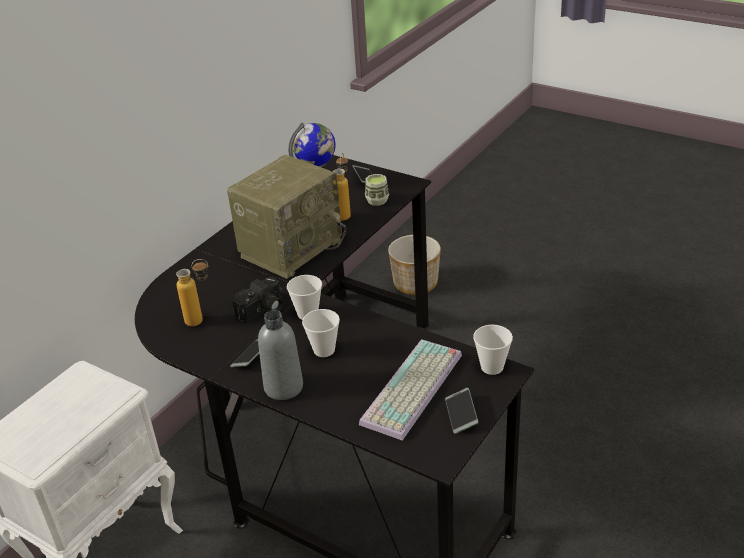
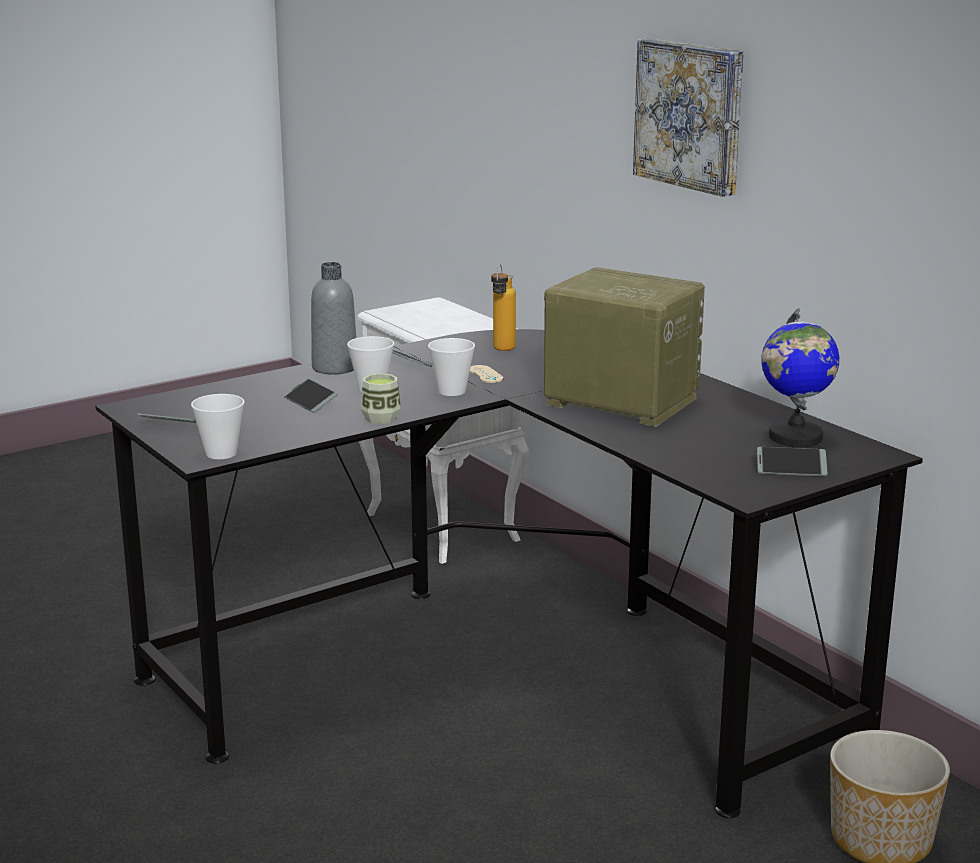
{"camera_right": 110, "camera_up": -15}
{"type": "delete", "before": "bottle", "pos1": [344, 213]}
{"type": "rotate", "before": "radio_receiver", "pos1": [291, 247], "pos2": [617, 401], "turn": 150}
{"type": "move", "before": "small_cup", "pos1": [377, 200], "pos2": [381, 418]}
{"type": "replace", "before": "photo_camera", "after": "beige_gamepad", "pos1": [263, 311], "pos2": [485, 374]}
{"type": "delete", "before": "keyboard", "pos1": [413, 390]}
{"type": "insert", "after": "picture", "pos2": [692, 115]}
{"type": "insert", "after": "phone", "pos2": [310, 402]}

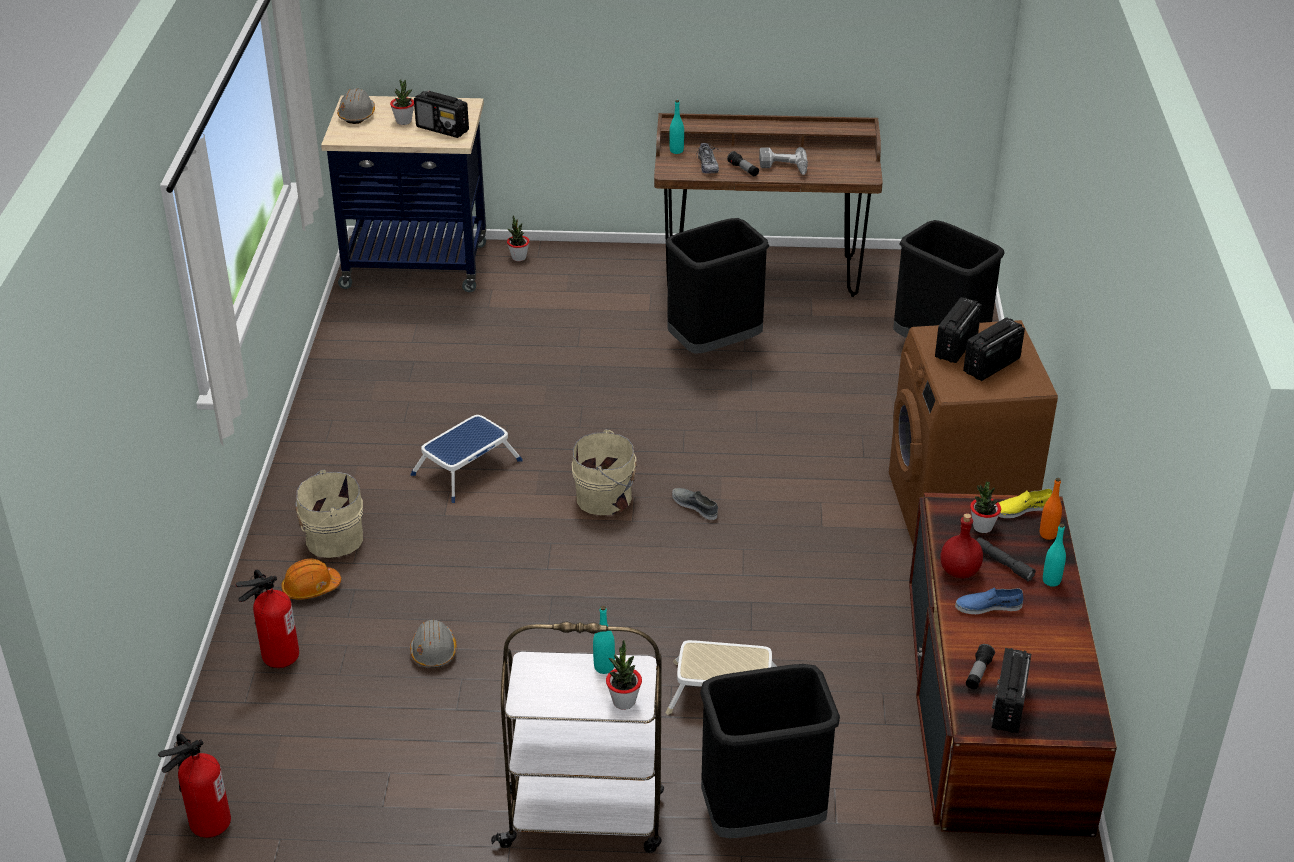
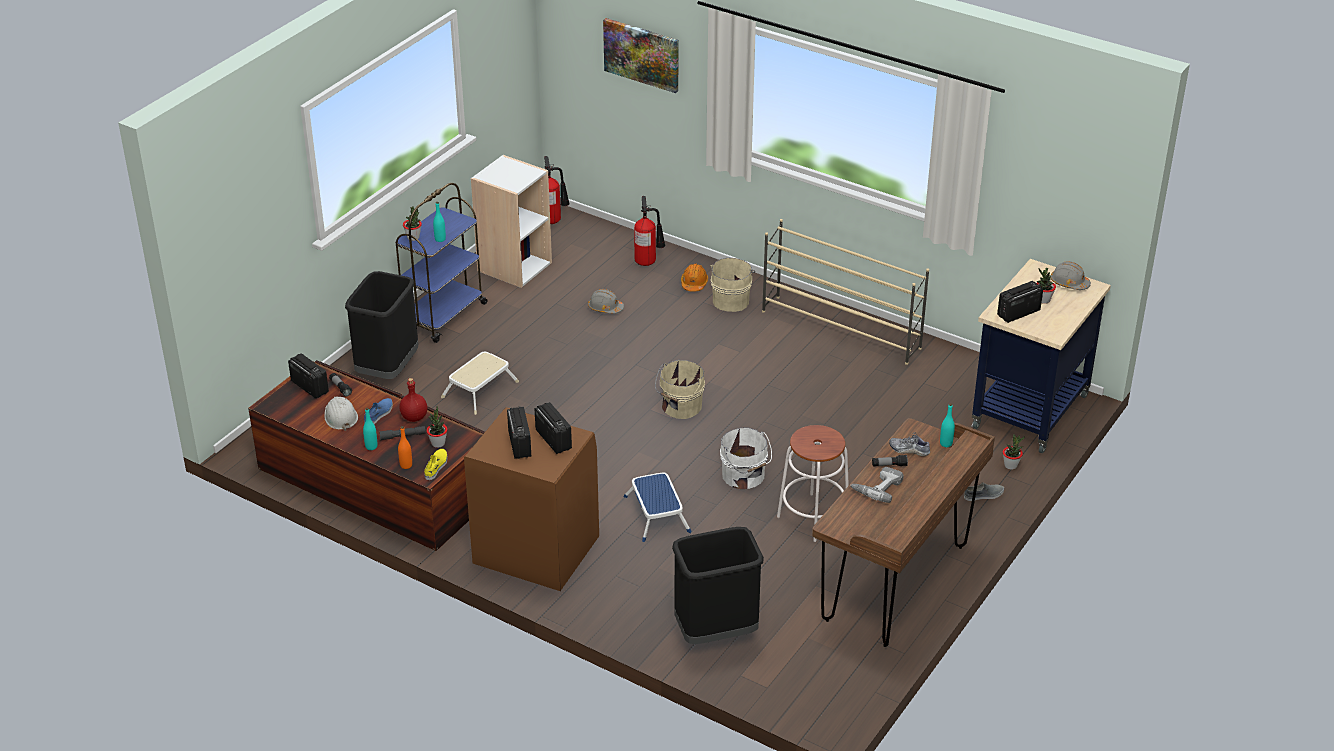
{"camera_right": 120, "camera_up": 0}
{"type": "replace", "before": "black_rubbish_bin", "after": "white_stool_seat", "pos1": [714, 345], "pos2": [813, 517]}
{"type": "move", "before": "blue_step_ladder", "pos1": [467, 468], "pos2": [656, 514]}
{"type": "move", "before": "greyish_shoe", "pos1": [695, 506], "pos2": [984, 495]}
{"type": "recolor", "before": "white_cart", "after": "blue_cart", "pos1": [584, 822], "pos2": [443, 317]}
{"type": "insert", "after": "picture", "pos2": [642, 54]}
{"type": "insert", "after": "bookshelf", "pos2": [515, 266]}
{"type": "insert", "after": "beige_shoe_stand", "pos2": [841, 330]}
{"type": "insert", "after": "white_work_helmet", "pos2": [340, 417]}
{"type": "insert", "after": "white_water_bucket", "pos2": [744, 477]}

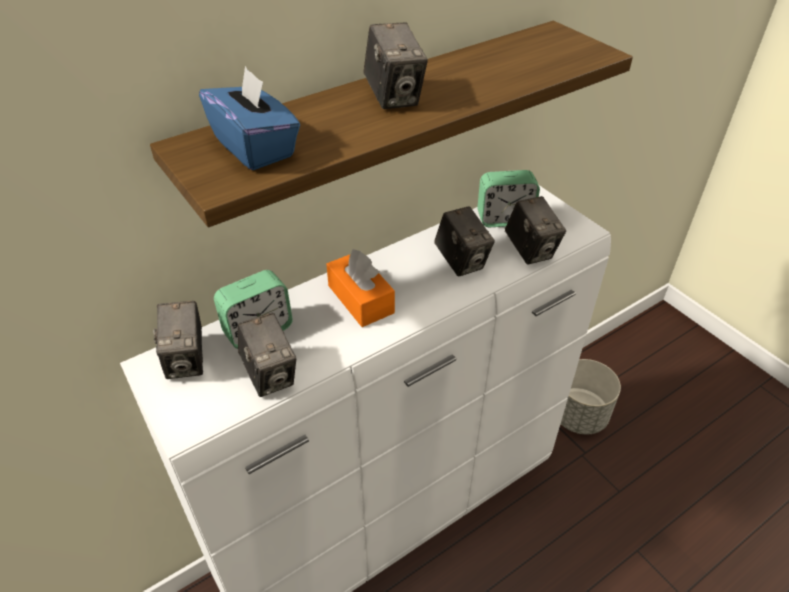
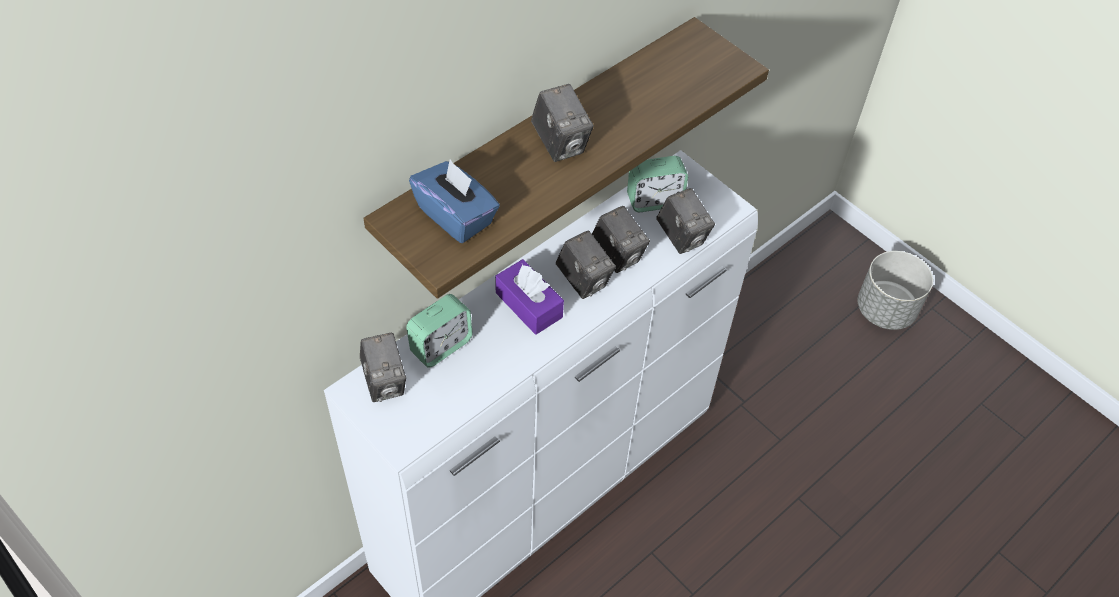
{"camera_right": -10, "camera_up": 10}
{"type": "recolor", "before": "orangey_tissue_holder", "after": "purple-coloured_tissue_holder", "pos1": [360, 299], "pos2": [529, 305]}
{"type": "move", "before": "photo_camera", "pos1": [270, 375], "pos2": [583, 280]}
{"type": "move", "before": "greyish_planter", "pos1": [578, 416], "pos2": [884, 310]}

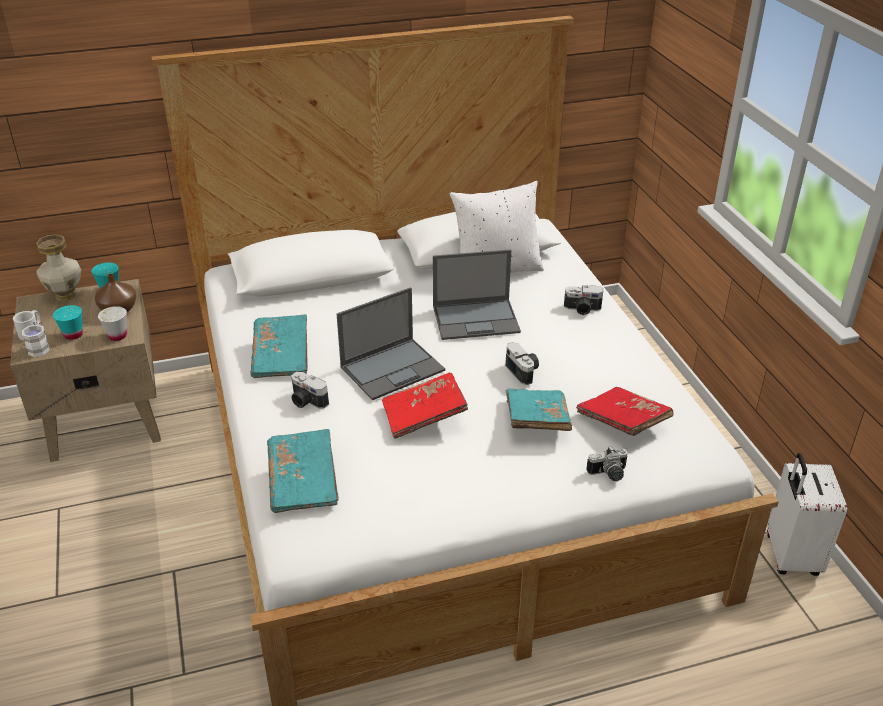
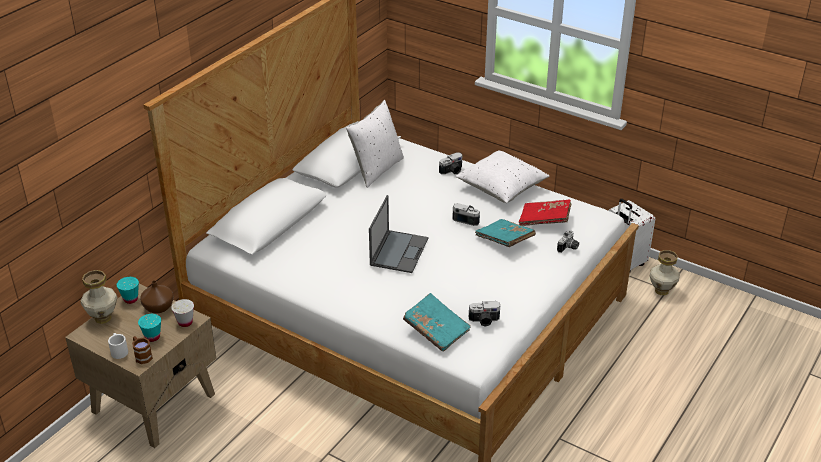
{"camera_right": -40, "camera_up": 0}
{"type": "delete", "before": "laptop", "pos1": [477, 319]}
{"type": "delete", "before": "turquoise_bound_book", "pos1": [281, 357]}
{"type": "recolor", "before": "white_tea_mug", "after": "brown-coloured_tea_mug", "pos1": [40, 347], "pos2": [142, 355]}
{"type": "move", "before": "photo_camera", "pos1": [306, 401], "pos2": [484, 321]}
{"type": "delete", "before": "red_bound_book", "pos1": [424, 416]}
{"type": "insert", "after": "white_throw_pillow", "pos2": [501, 188]}
{"type": "insert", "after": "vase", "pos2": [662, 291]}

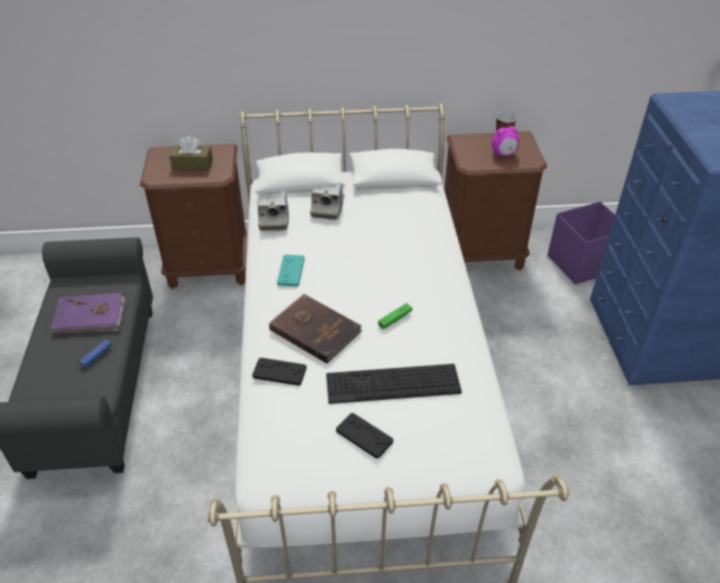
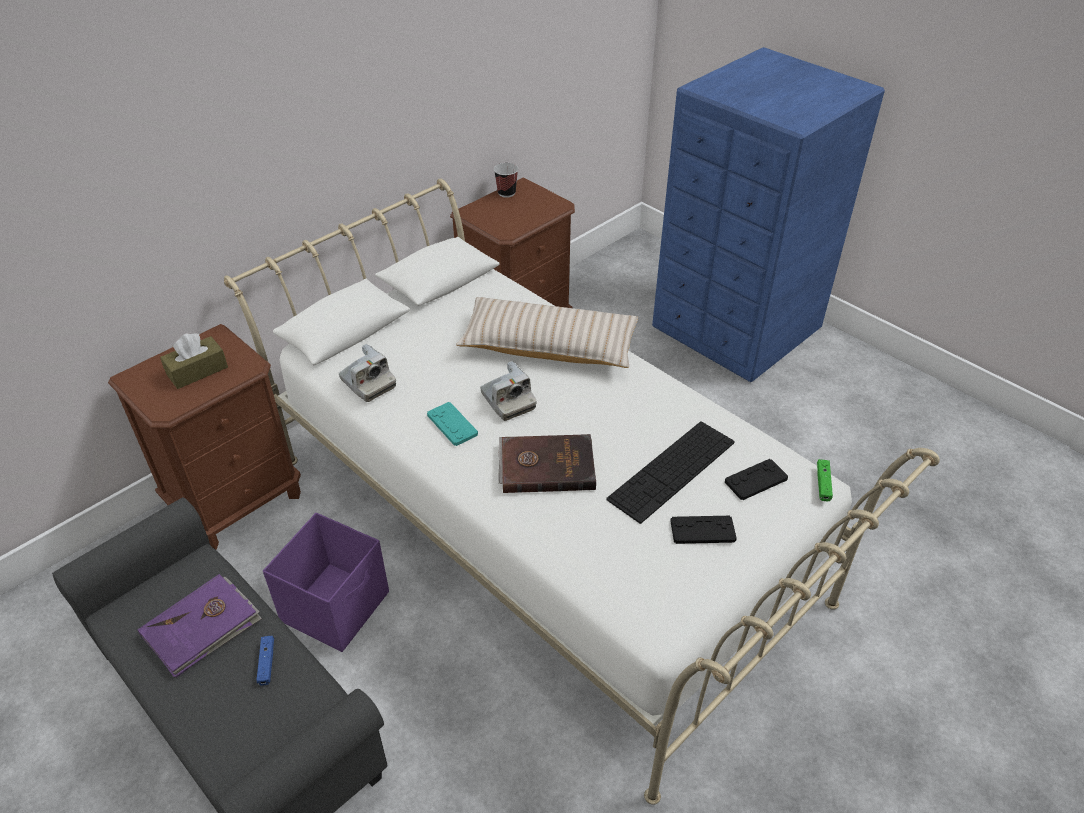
{"camera_right": -40, "camera_up": 0}
{"type": "delete", "before": "table_clock", "pos1": [503, 154]}
{"type": "move", "before": "photo_camera", "pos1": [327, 208], "pos2": [508, 401]}
{"type": "move", "before": "purple-coloured_storage_bin", "pos1": [583, 263], "pos2": [337, 606]}
{"type": "move", "before": "greenish_gamepad", "pos1": [395, 319], "pos2": [823, 483]}
{"type": "move", "before": "black_gamepad", "pos1": [279, 372], "pos2": [756, 480]}
{"type": "insert", "after": "beige_throw_pillow", "pos2": [549, 346]}

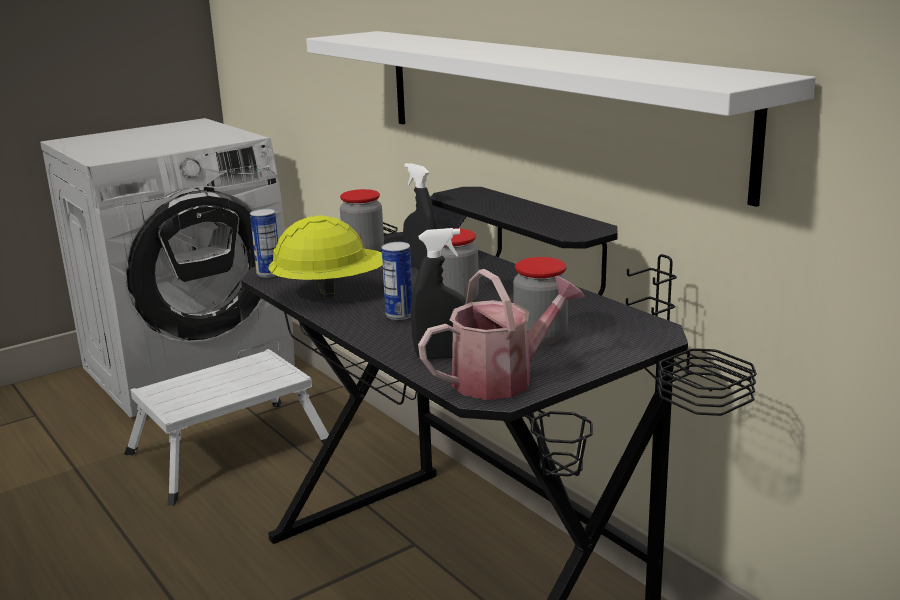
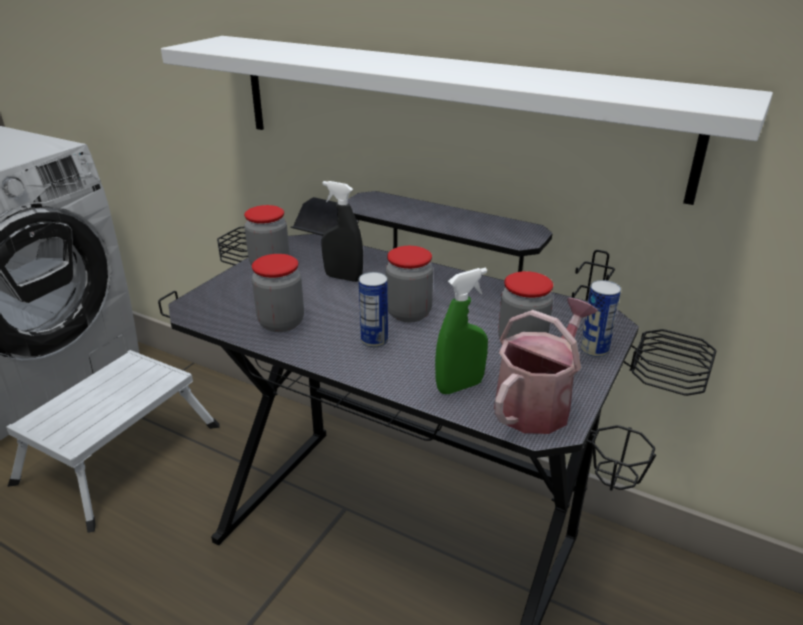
{"camera_right": -25, "camera_up": 10}
{"type": "move", "before": "sealed_can", "pos1": [269, 274], "pos2": [594, 350]}
{"type": "replace", "before": "yellowish_work_helmet", "after": "preserve_jar", "pos1": [331, 292], "pos2": [281, 323]}
{"type": "recolor", "before": "black_spray_bottle", "after": "greenish_spray_bottle", "pos1": [442, 356], "pos2": [460, 386]}

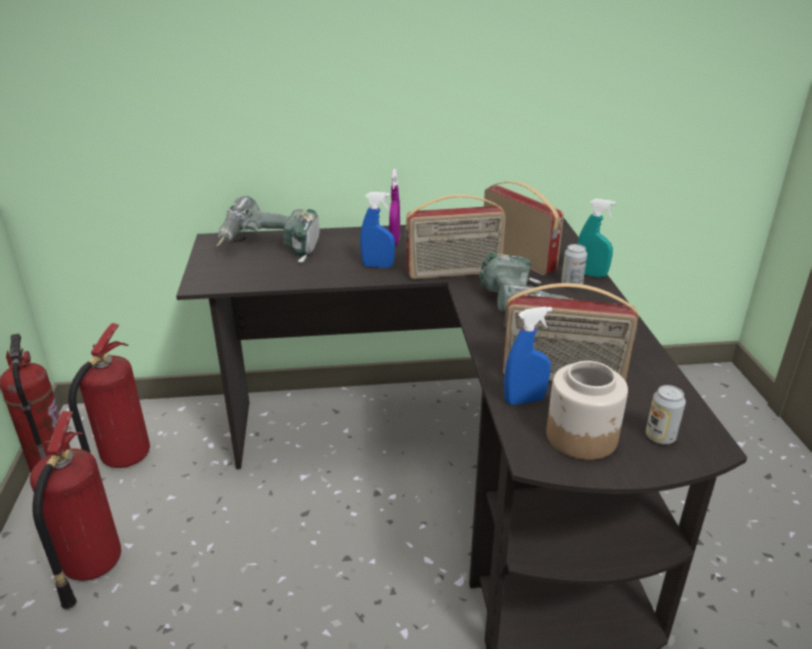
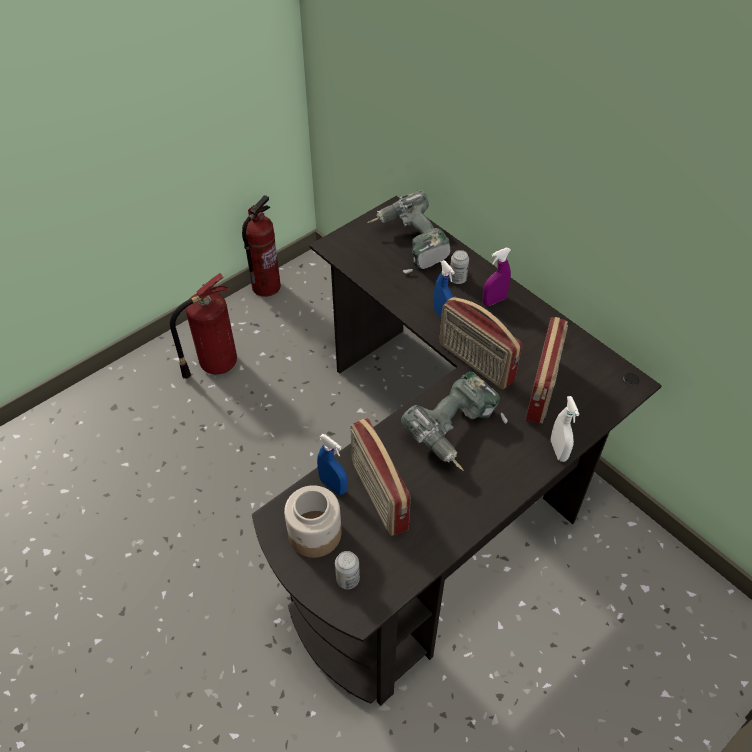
{"camera_right": 55, "camera_up": 20}
{"type": "recolor", "before": "turquoise_spray_bottle", "after": "white_spray_bottle", "pos1": [590, 274], "pos2": [558, 450]}
{"type": "move", "before": "sealed_can", "pos1": [571, 284], "pos2": [457, 279]}
{"type": "delete", "before": "fire_extinguisher", "pos1": [123, 458]}

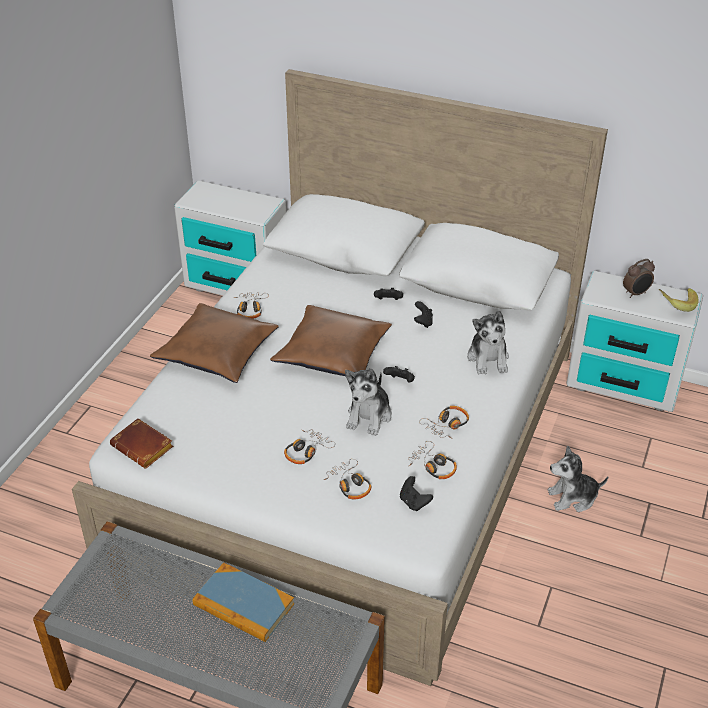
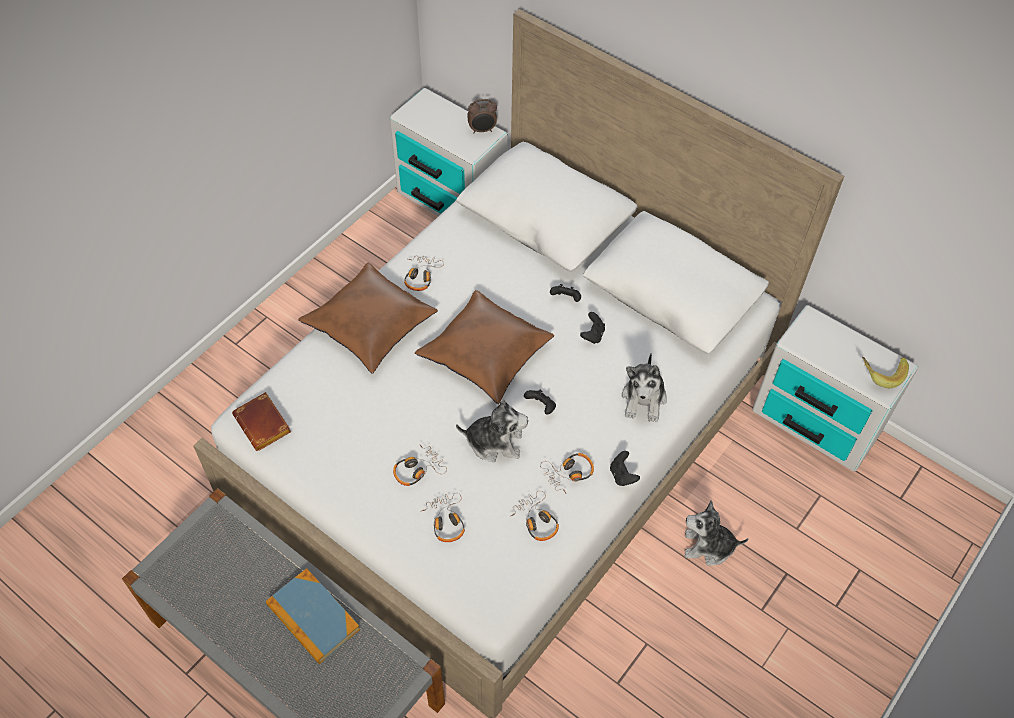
{"camera_right": 15, "camera_up": 15}
{"type": "move", "before": "table_clock", "pos1": [636, 293], "pos2": [482, 130]}
{"type": "rotate", "before": "soft_toy", "pos1": [369, 416], "pos2": [494, 442], "turn": -120}
{"type": "move", "before": "black_gamepad", "pos1": [414, 502], "pos2": [622, 475]}

